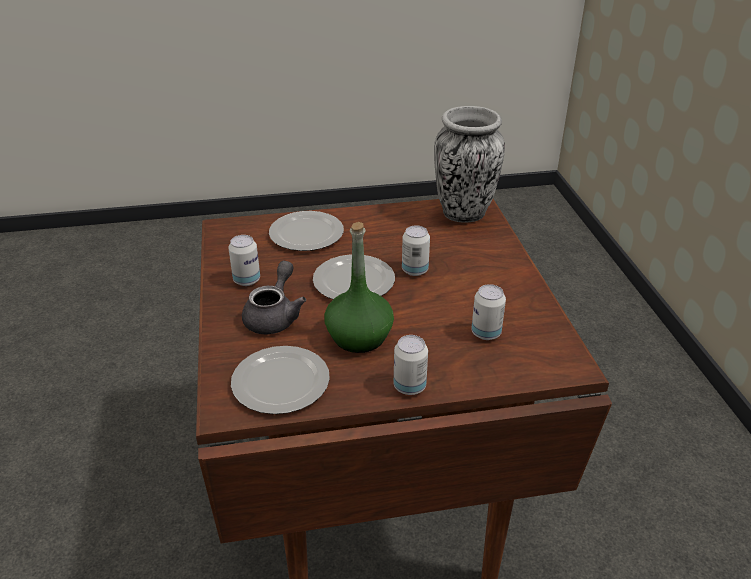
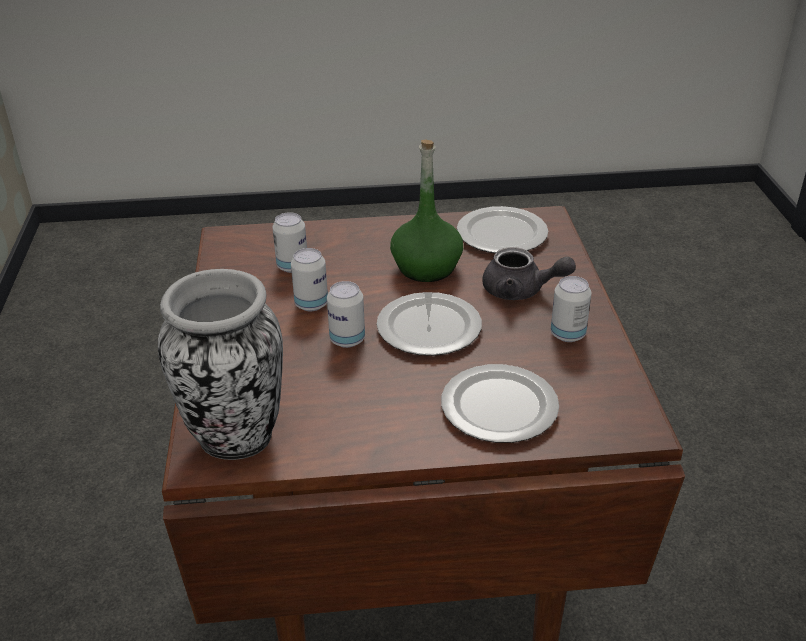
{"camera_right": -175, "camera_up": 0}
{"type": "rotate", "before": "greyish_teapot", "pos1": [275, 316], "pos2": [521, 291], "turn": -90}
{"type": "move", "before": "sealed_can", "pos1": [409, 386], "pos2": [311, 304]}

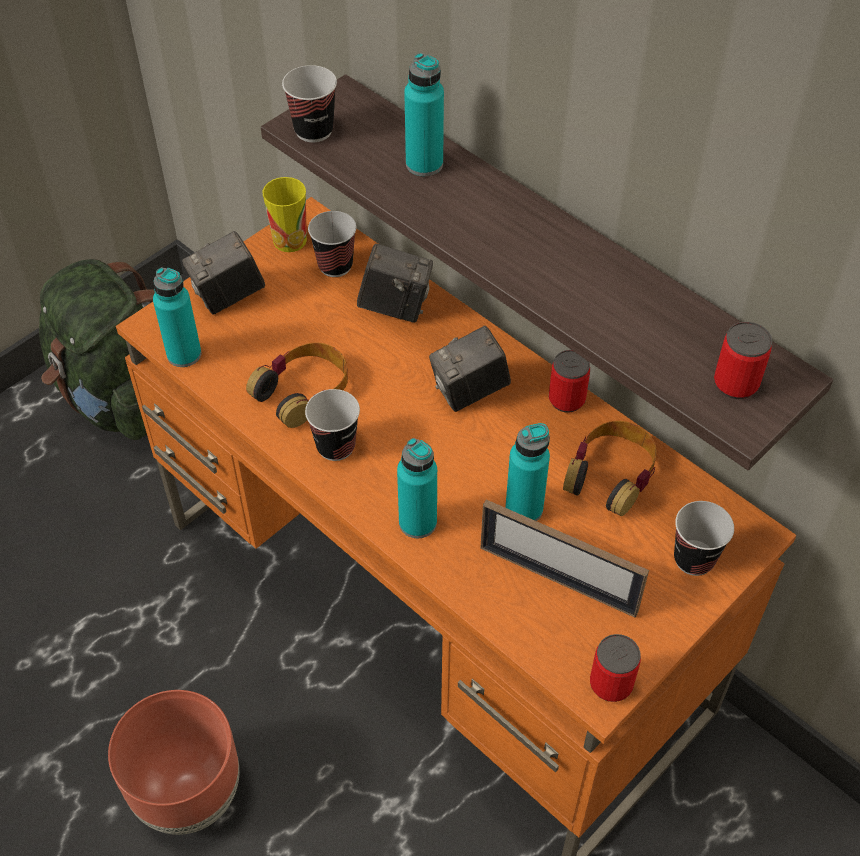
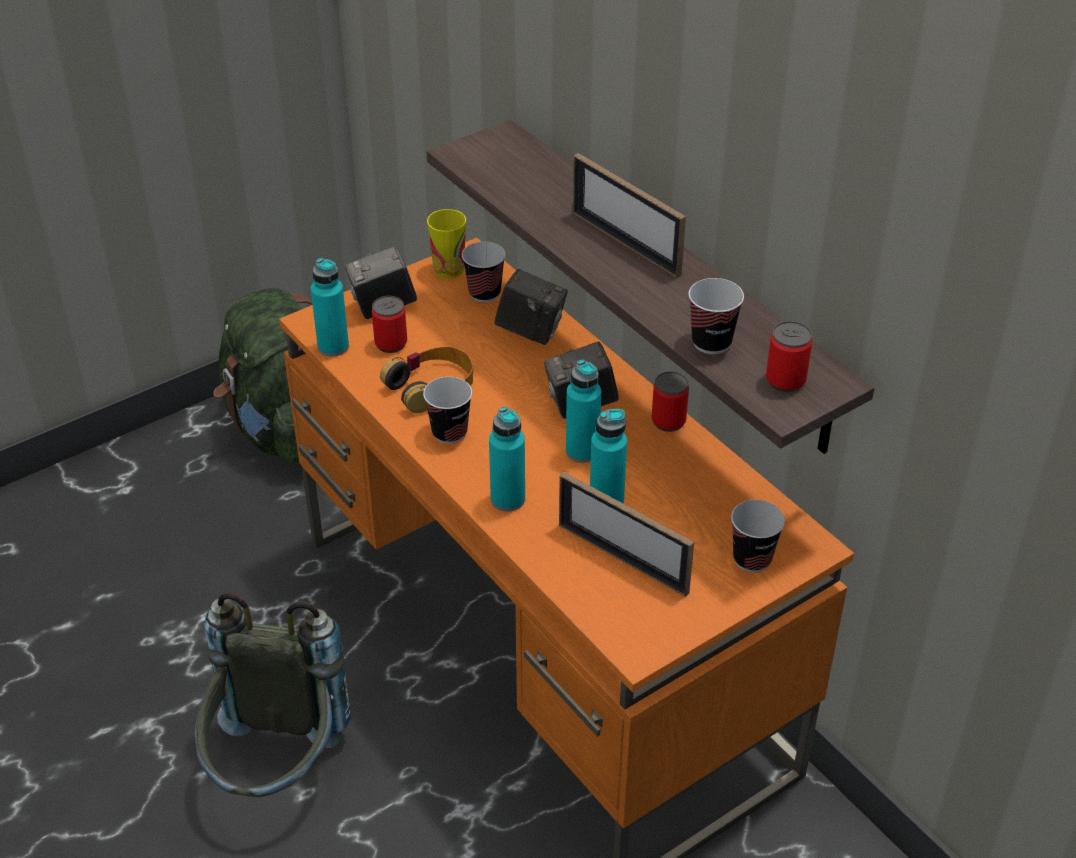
{"camera_right": 10, "camera_up": -10}
{"type": "move", "before": "turquoise_bottle", "pos1": [424, 164], "pos2": [582, 451]}
{"type": "move", "before": "small_cup", "pos1": [313, 130], "pos2": [711, 342]}
{"type": "delete", "before": "headset", "pos1": [611, 474]}
{"type": "move", "before": "sealed_can", "pos1": [611, 684], "pos2": [391, 343]}
{"type": "replace", "before": "brown-coloured_planter", "after": "greyish_backpack", "pos1": [189, 792], "pos2": [276, 770]}
{"type": "insert", "after": "photo_frame", "pos2": [625, 243]}

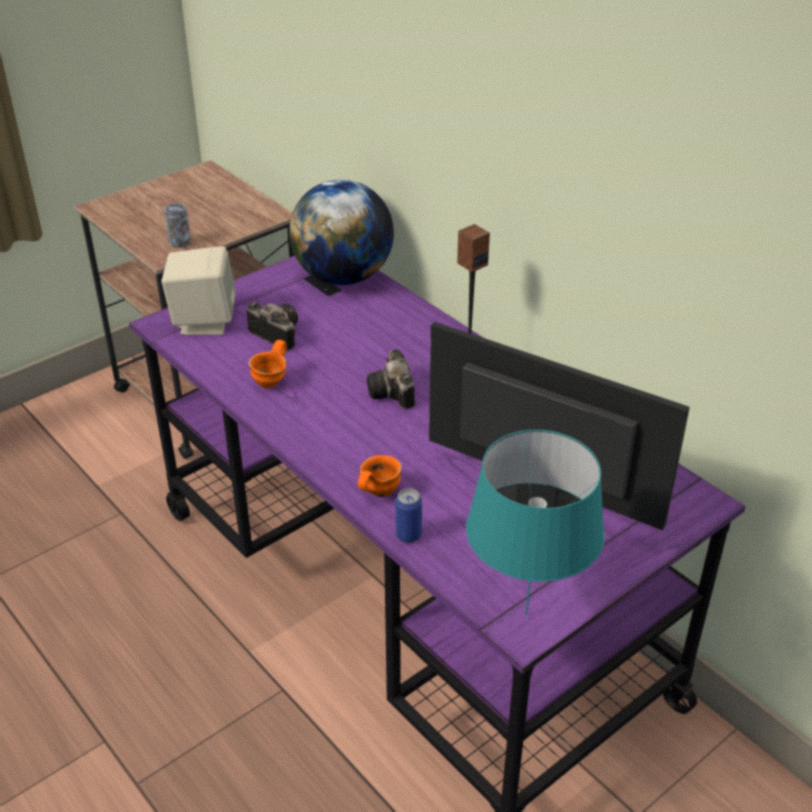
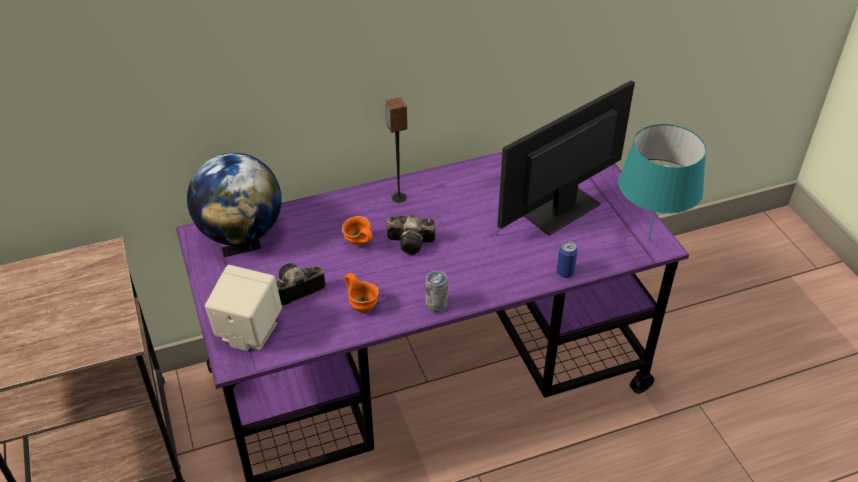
{"camera_right": -70, "camera_up": 5}
{"type": "move", "before": "sealed_can", "pos1": [180, 242], "pos2": [436, 305]}
{"type": "move", "before": "orangey_tea_mug", "pos1": [376, 493], "pos2": [358, 244]}

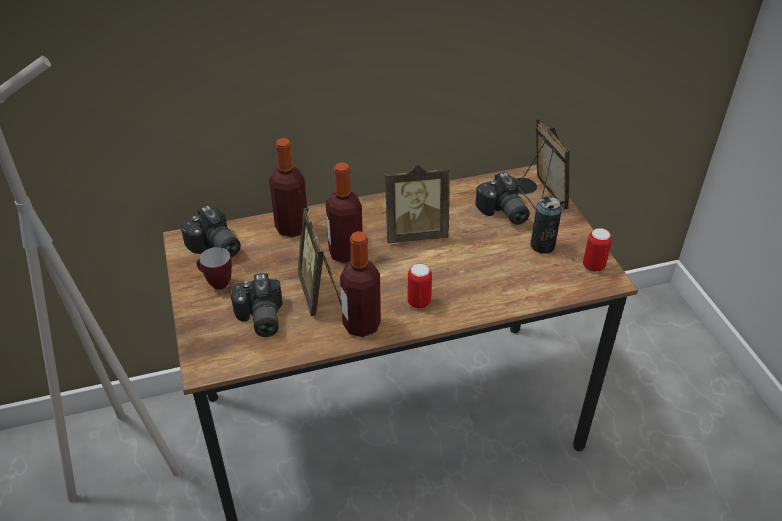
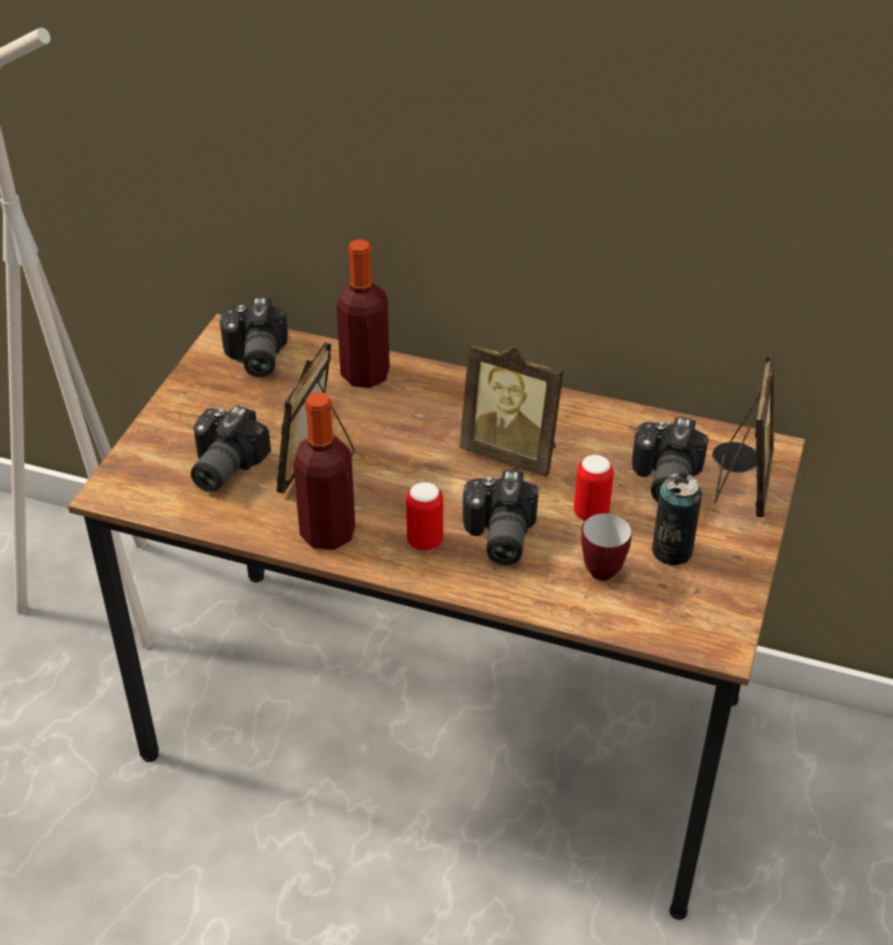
{"camera_right": 35, "camera_up": 0}
{"type": "delete", "before": "bottle", "pos1": [346, 253]}
{"type": "move", "before": "sealed_can", "pos1": [593, 266], "pos2": [591, 514]}
{"type": "move", "before": "tea_mug", "pos1": [216, 283], "pos2": [597, 568]}
{"type": "insert", "after": "photo_camera", "pos2": [497, 536]}

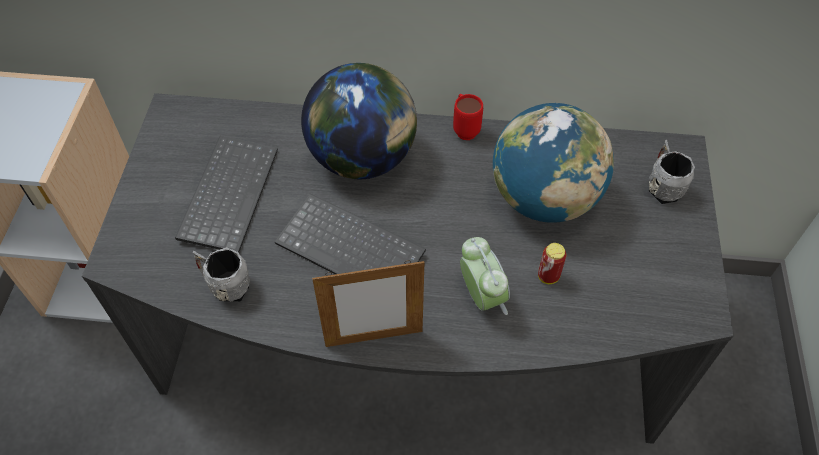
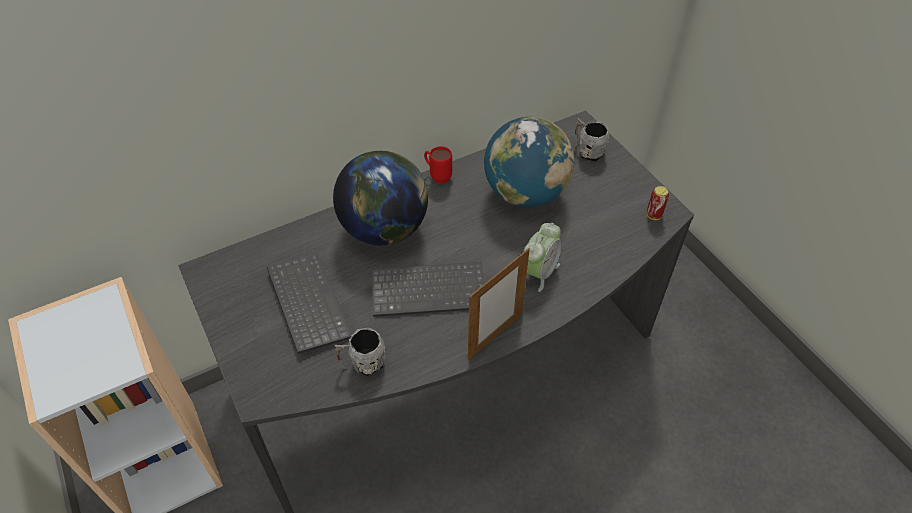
{"camera_right": -35, "camera_up": -5}
{"type": "rotate", "before": "table_clock", "pos1": [481, 296], "pos2": [539, 272], "turn": 90}
{"type": "move", "before": "sealed_can", "pos1": [548, 276], "pos2": [653, 215]}

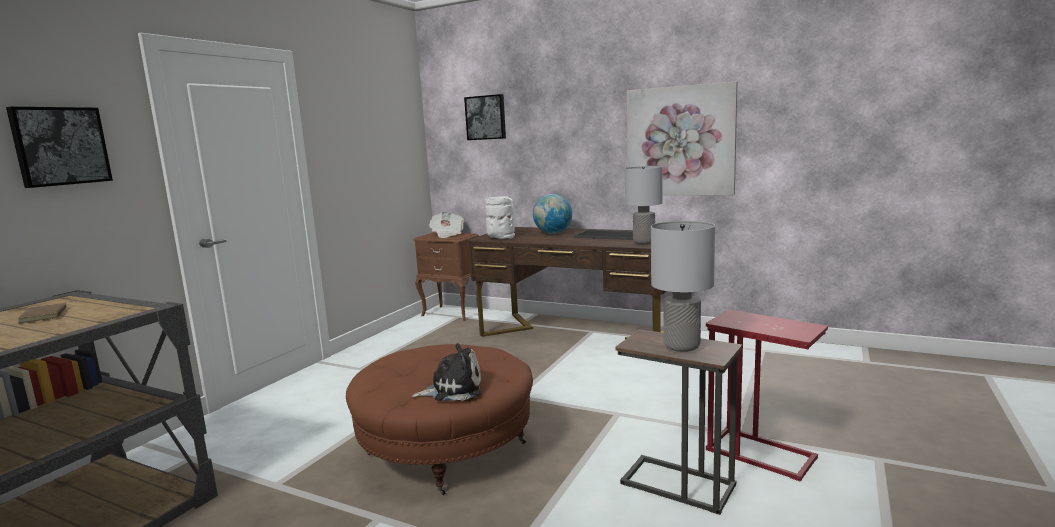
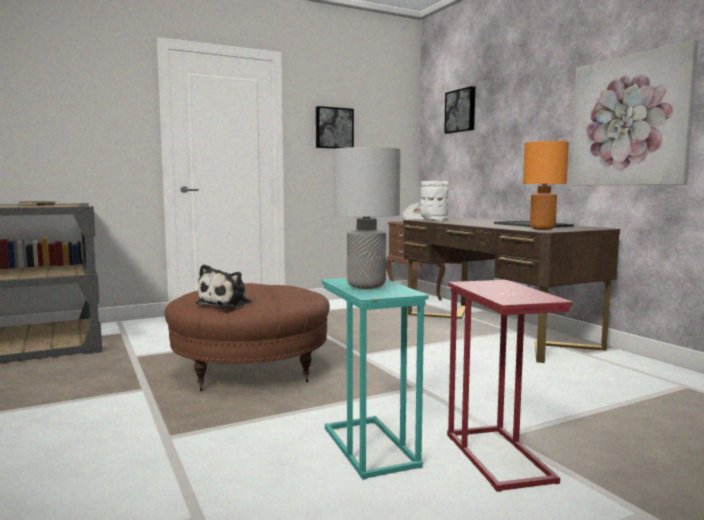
{"camera_right": 35, "camera_up": -5}
{"type": "move", "before": "picture", "pos1": [60, 146], "pos2": [334, 128]}
{"type": "recolor", "before": "greyish_lamp_for_a_table", "after": "orangey_lamp_for_a_table", "pos1": [644, 243], "pos2": [542, 229]}
{"type": "delete", "before": "desk_globe", "pos1": [553, 233]}
{"type": "recolor", "before": "brown-coloured_end_table", "after": "turquoise_end_table", "pos1": [678, 484], "pos2": [371, 447]}
{"type": "rotate", "before": "soft_toy", "pos1": [453, 389], "pos2": [227, 303], "turn": 90}

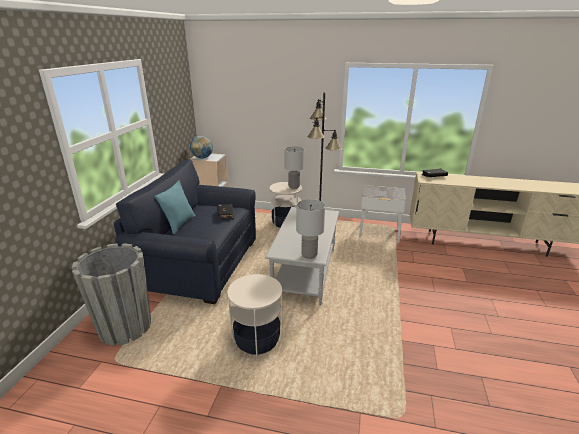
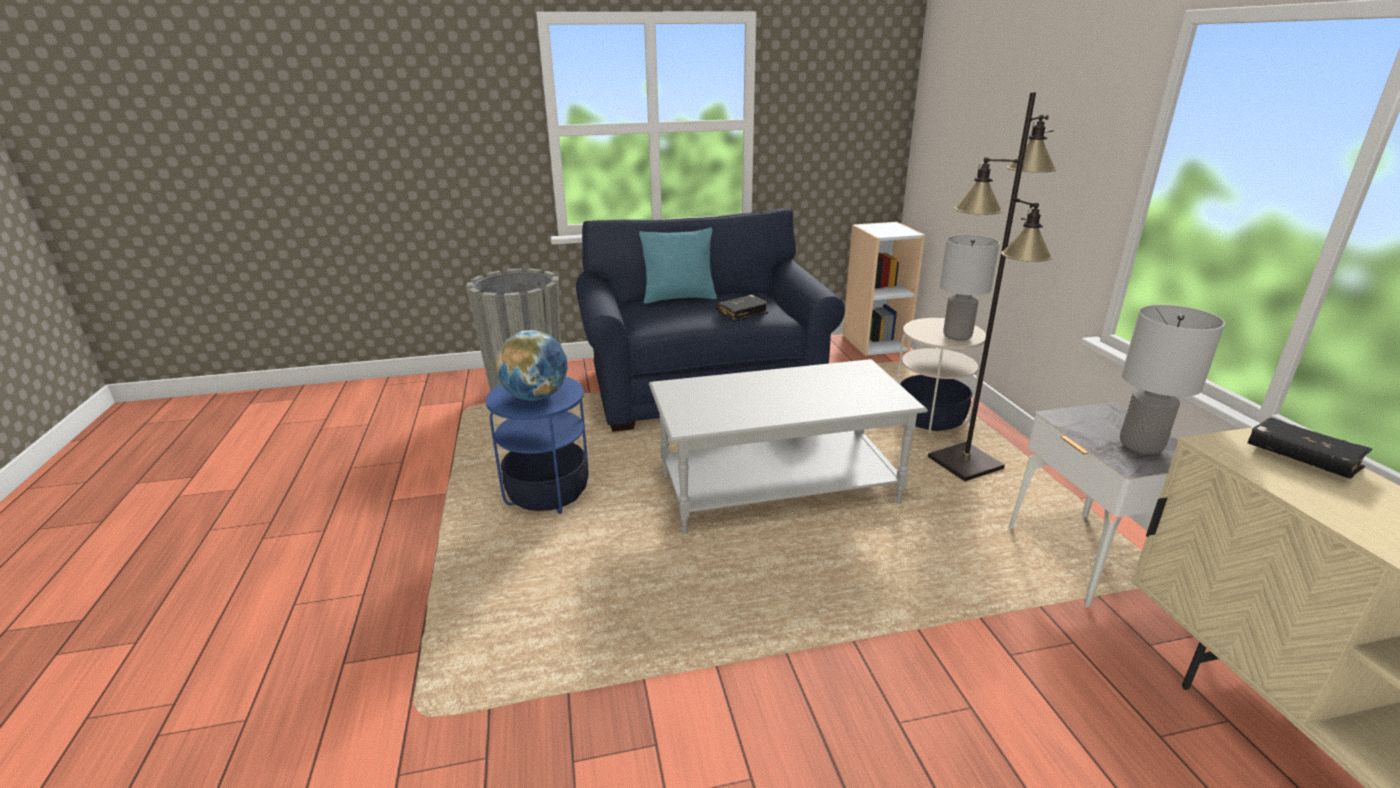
{"camera_right": 65, "camera_up": 0}
{"type": "move", "before": "desk_globe", "pos1": [202, 158], "pos2": [536, 397]}
{"type": "move", "before": "greyish_lamp_for_a_table", "pos1": [309, 256], "pos2": [1140, 448]}
{"type": "recolor", "before": "beige_end_table", "after": "blue_end_table", "pos1": [257, 341], "pos2": [547, 495]}

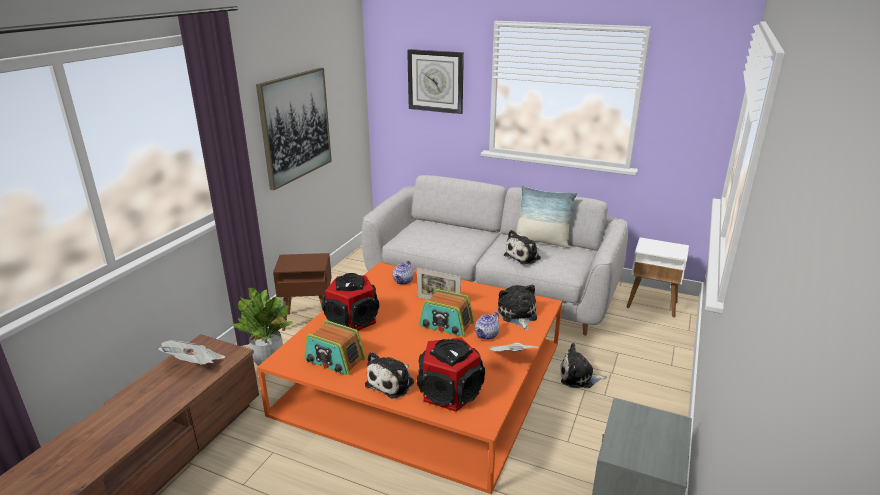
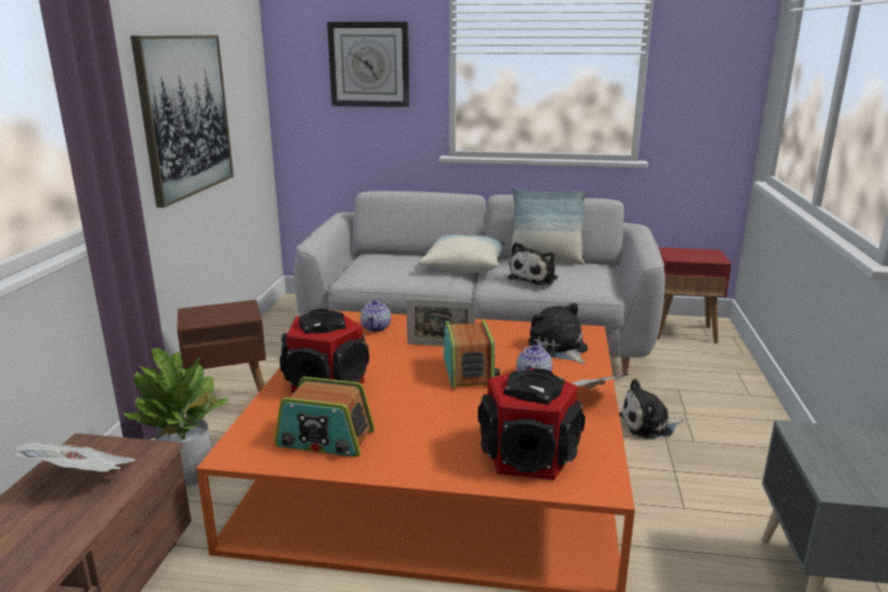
{"camera_right": -15, "camera_up": -5}
{"type": "recolor", "before": "white_end_table", "after": "red_end_table", "pos1": [652, 305], "pos2": [684, 332]}
{"type": "rotate", "before": "radio_receiver", "pos1": [446, 325], "pos2": [469, 372], "turn": -105}
{"type": "delete", "before": "soft_toy", "pos1": [392, 382]}
{"type": "insert", "after": "throw_pillow", "pos2": [463, 266]}

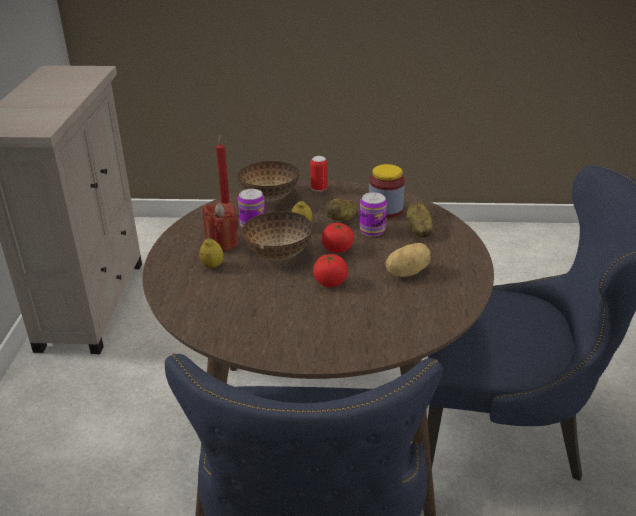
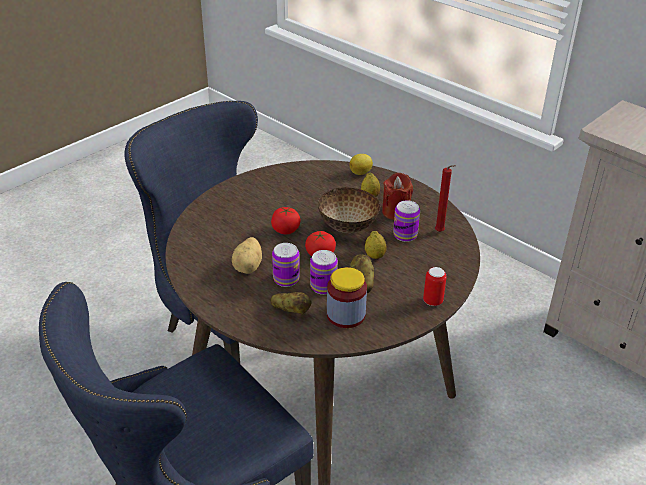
{"camera_right": 130, "camera_up": 5}
{"type": "delete", "before": "serving_bowl", "pos1": [270, 197]}
{"type": "insert", "after": "whole_lemon", "pos2": [361, 172]}
{"type": "insert", "after": "sealed_can", "pos2": [286, 279]}

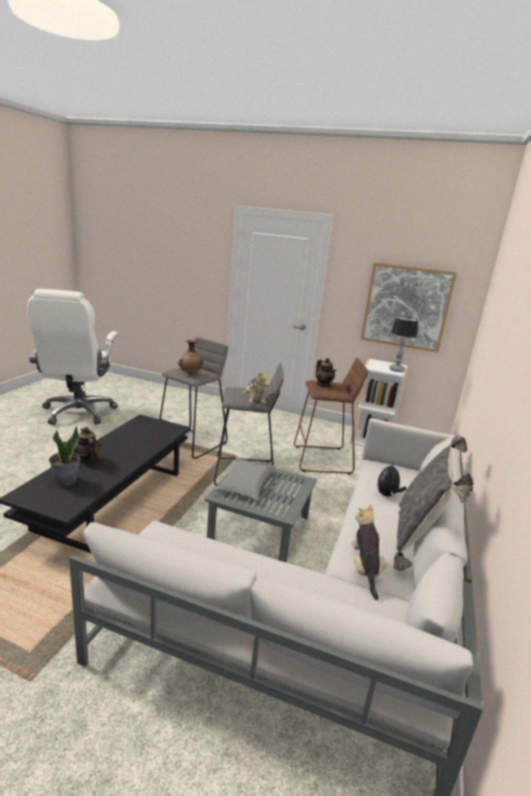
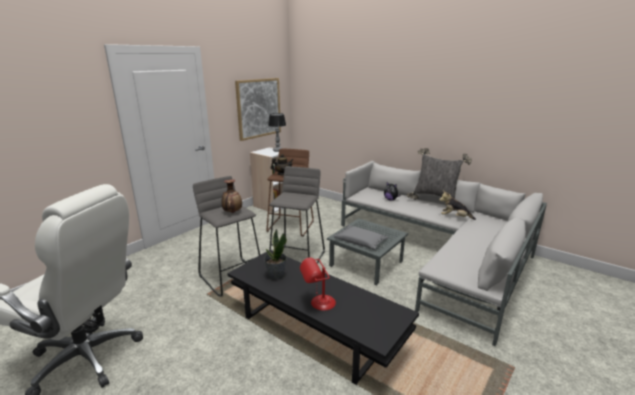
{"camera_right": -70, "camera_up": 0}
{"type": "delete", "before": "soft_toy", "pos1": [254, 401]}
{"type": "move", "before": "houseplant", "pos1": [66, 480], "pos2": [276, 275]}
{"type": "replace", "before": "teapot", "after": "red_lamp_for_a_table", "pos1": [87, 459], "pos2": [318, 303]}

